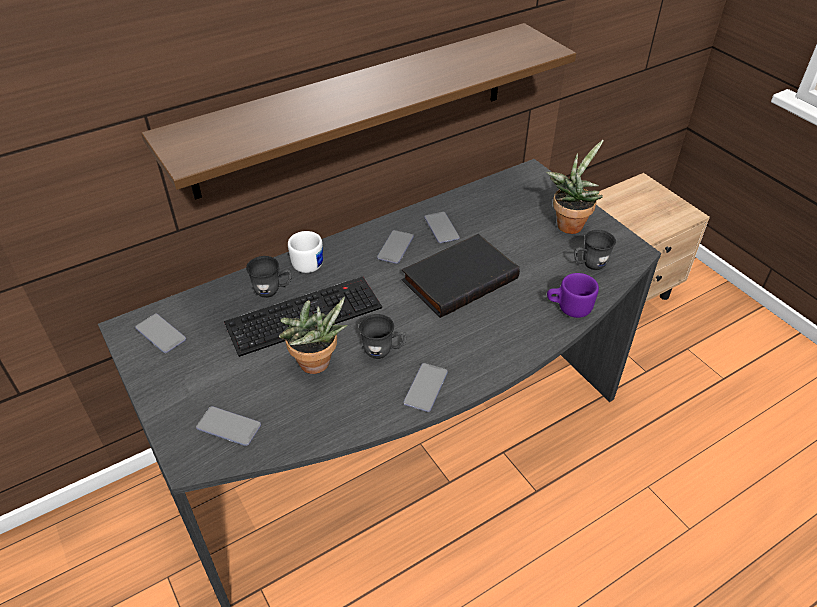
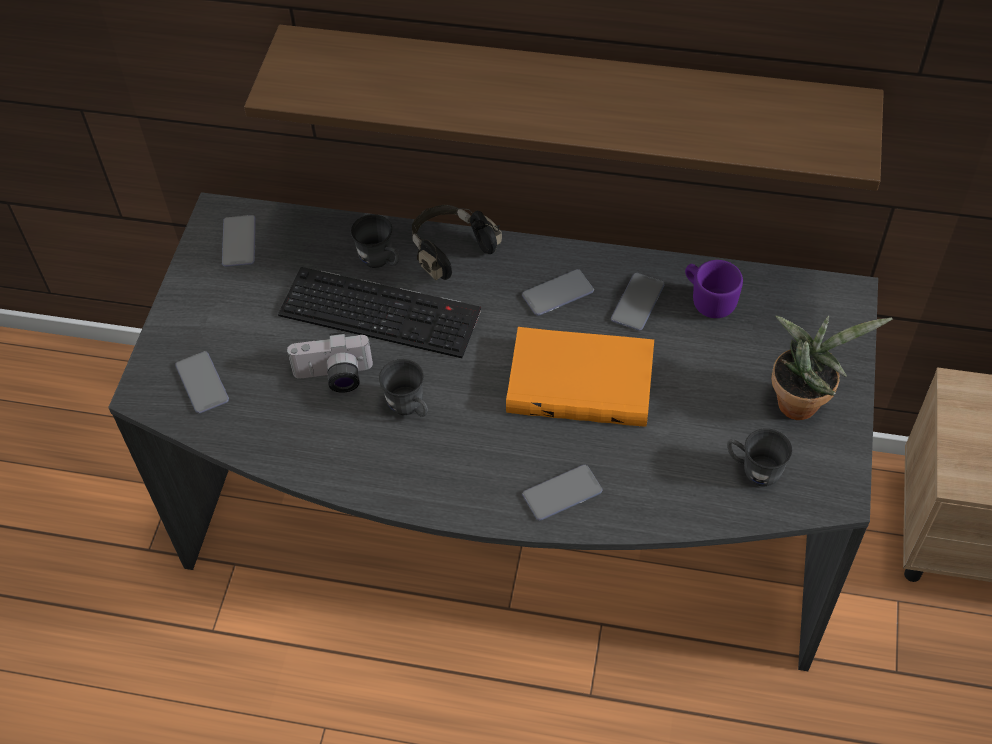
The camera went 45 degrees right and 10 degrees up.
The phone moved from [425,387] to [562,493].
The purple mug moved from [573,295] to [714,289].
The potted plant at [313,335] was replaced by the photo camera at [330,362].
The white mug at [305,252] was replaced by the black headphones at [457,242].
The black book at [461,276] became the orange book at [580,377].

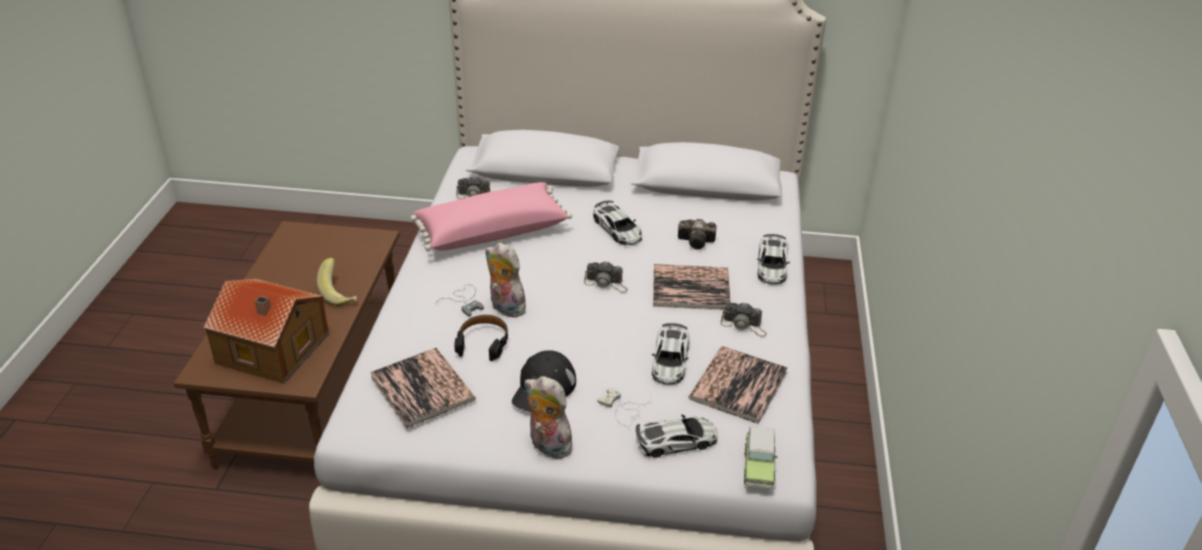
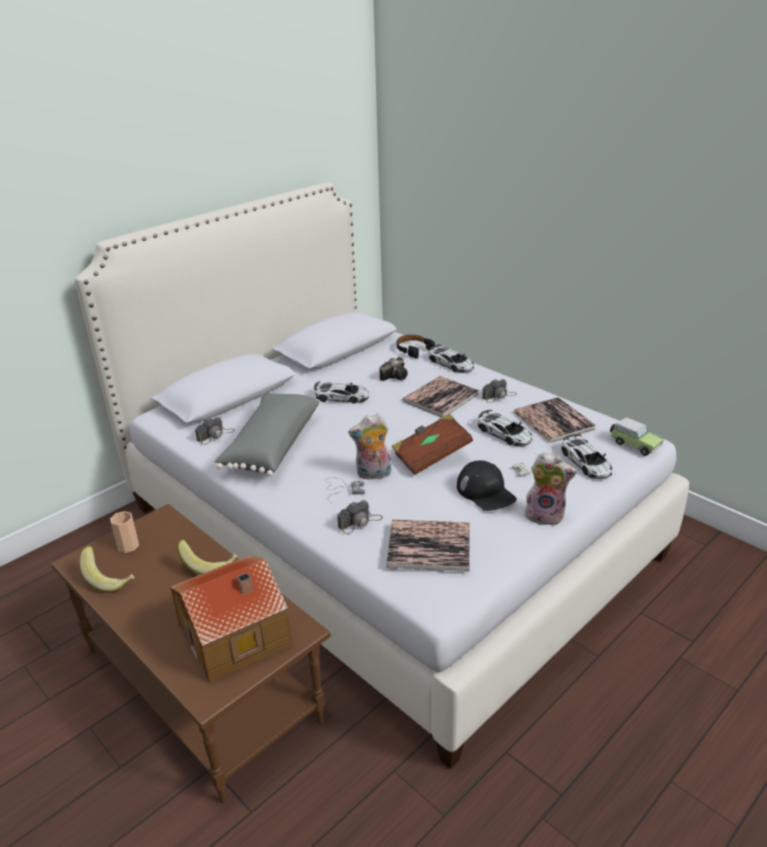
The camera went 50 degrees left and 5 degrees down.
The banana at [107,569] appeared.
The cup at [124,532] appeared.
The brown book at [432,444] appeared.
The black headphones moved from [481,338] to [416,346].
The photo camera moved from [606,277] to [360,517].
The pink pillow at [491,216] became the grey pillow at [267,434].
The plush toy at [551,417] turned 150 degrees counterclockwise.
The toy car at [677,436] turned 135 degrees clockwise.

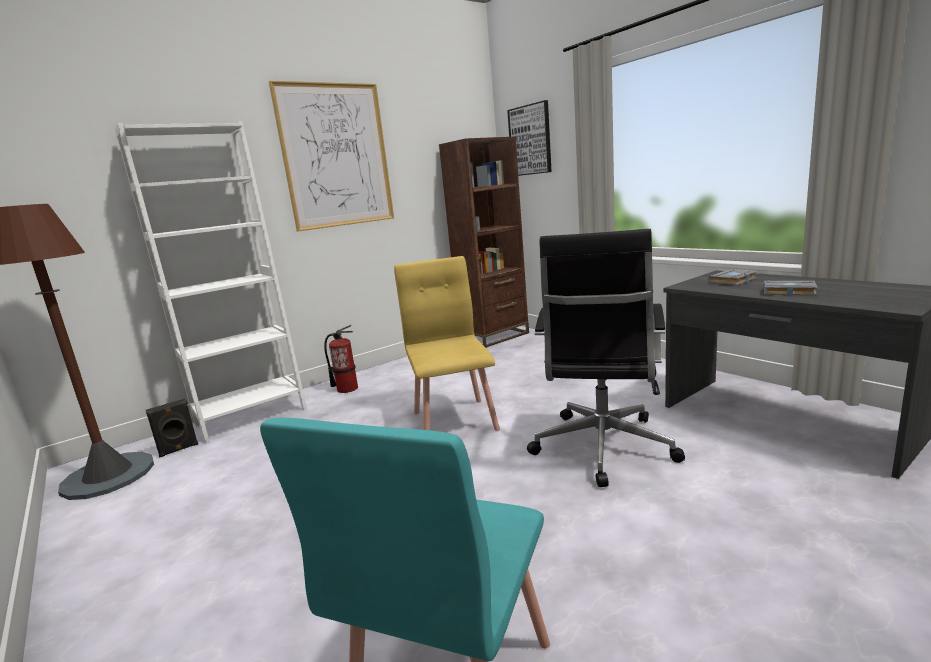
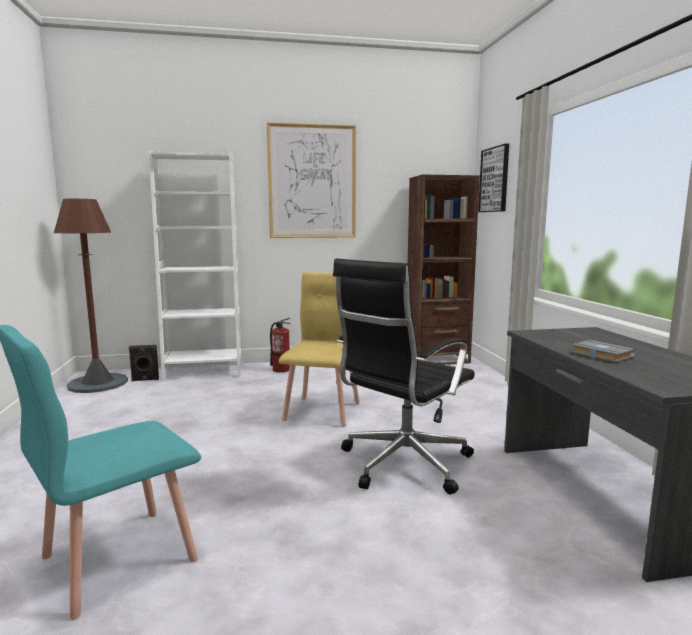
The camera went 25 degrees right and 5 degrees down.
The grey book at [732,277] disappeared.

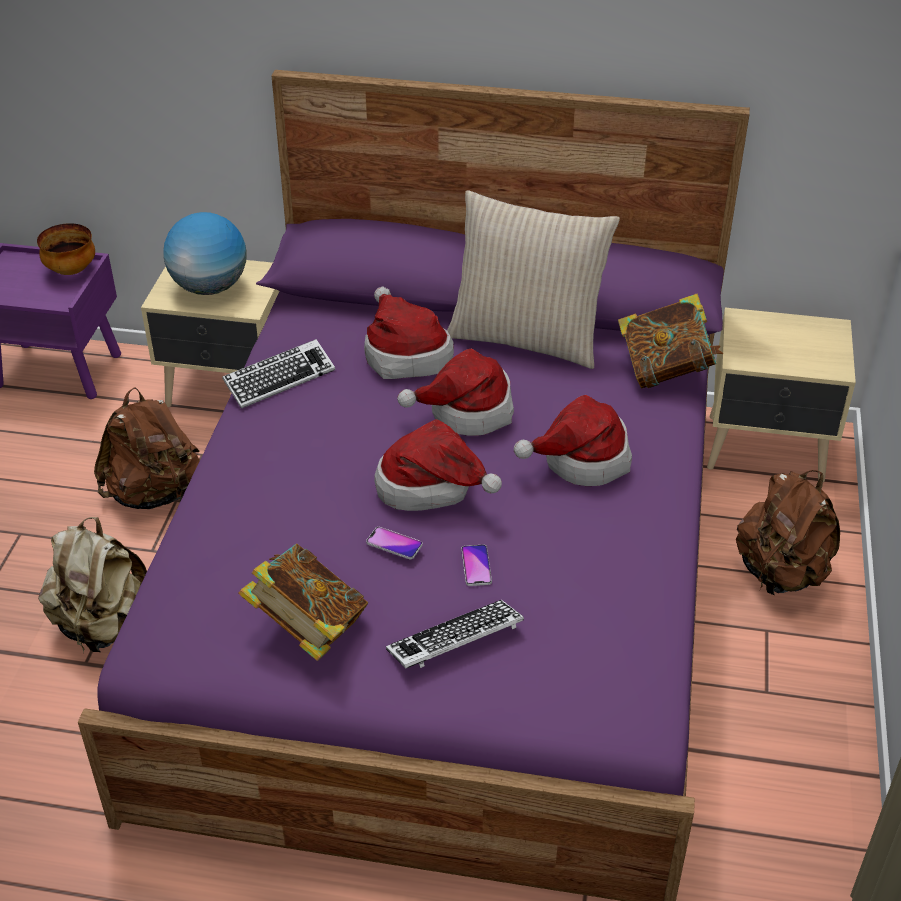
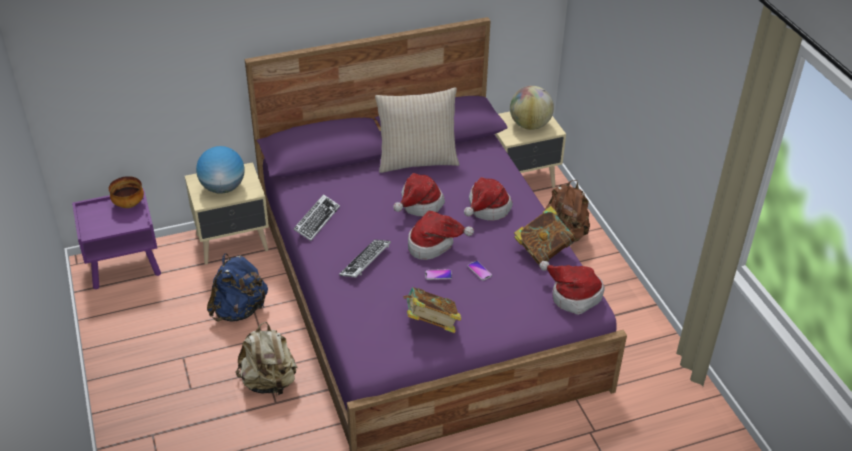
The camera went 30 degrees left and 0 degrees up.
The globe at [532,108] appeared.
The hat moved from [409,332] to [572,288].
The keyboard moved from [455,634] to [365,258].
The book moved from [670,341] to [544,235].
The brown backpack at [147,448] became the blue backpack at [237,287].

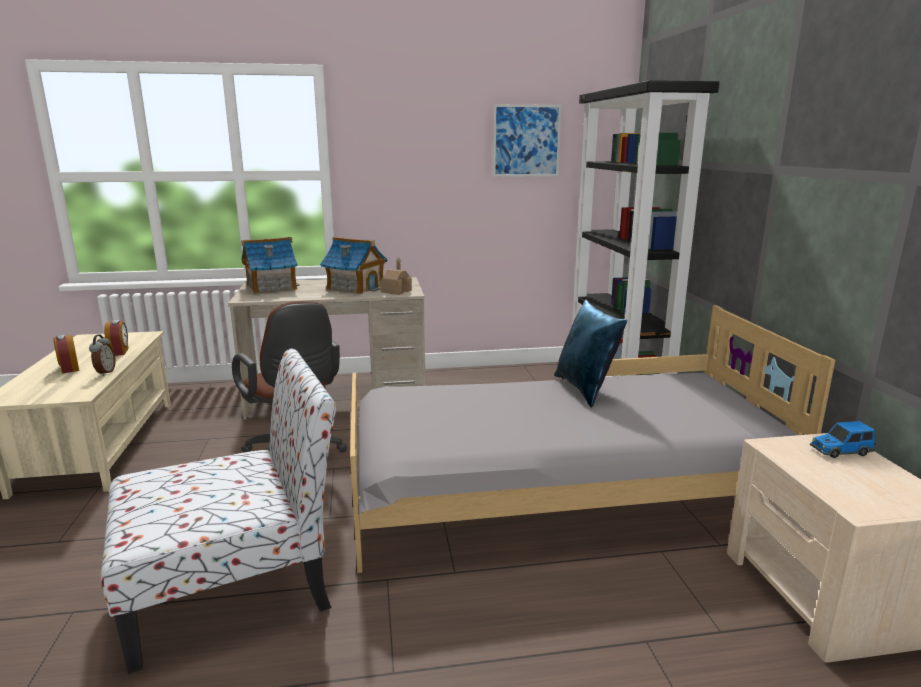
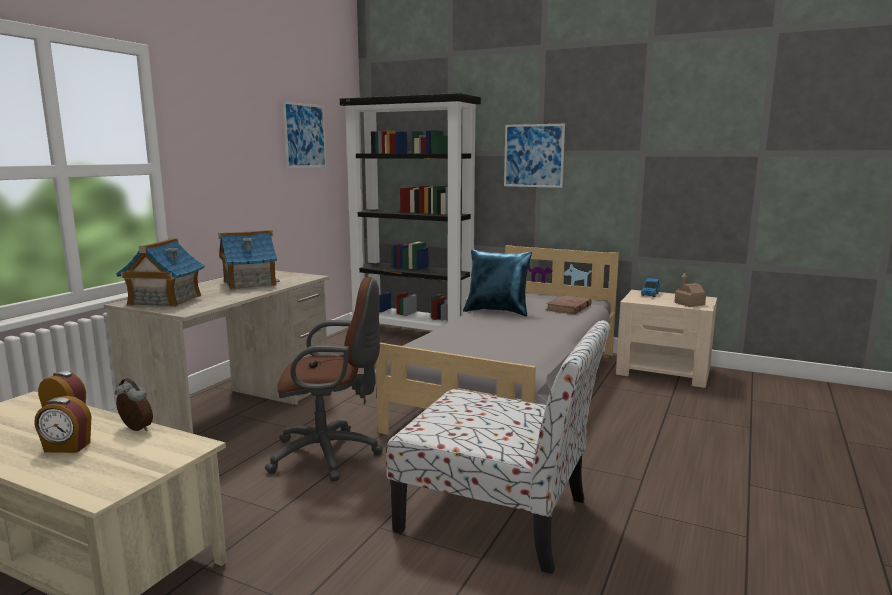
The camera went 55 degrees left and 5 degrees down.
The picture at [534,156] appeared.
The brown book at [568,304] appeared.
The toy house moved from [396,276] to [690,290].
The chair at [218,511] turned 105 degrees clockwise.

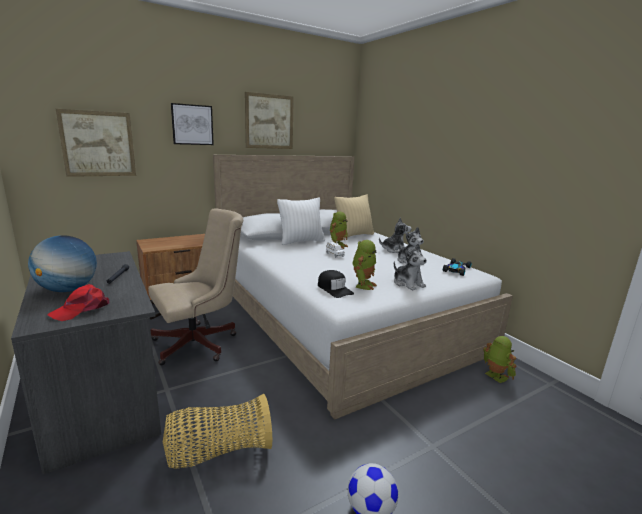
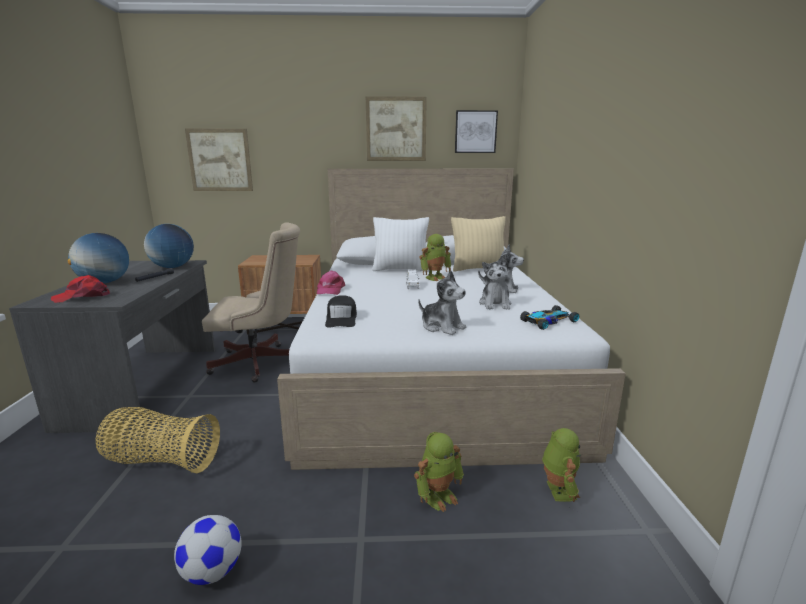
The camera went 30 degrees right and 0 degrees up.
The globe at [169,246] appeared.
The pink cap at [331,283] appeared.
The picture moved from [192,124] to [476,131].
The toy robot moved from [365,265] to [439,472].
The plush toy at [410,267] turned 45 degrees counterclockwise.

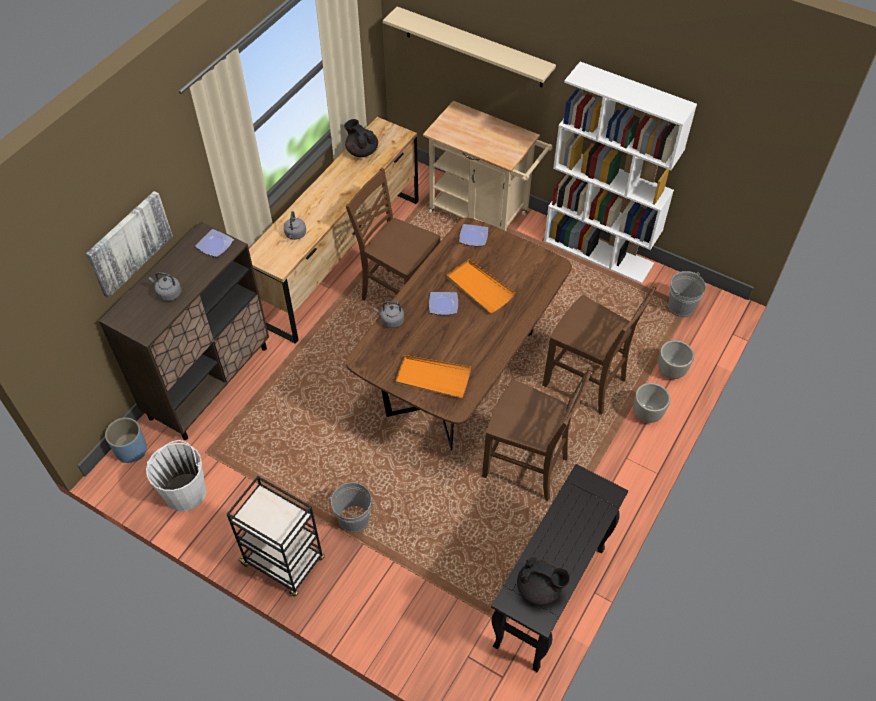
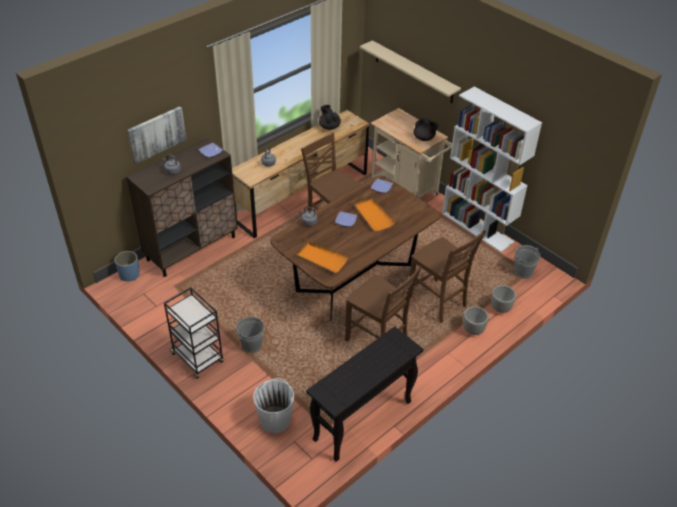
The camera went 15 degrees right and 10 degrees down.
The white bucket moved from [176,476] to [273,405].
The black teapot moved from [543,581] to [426,129].

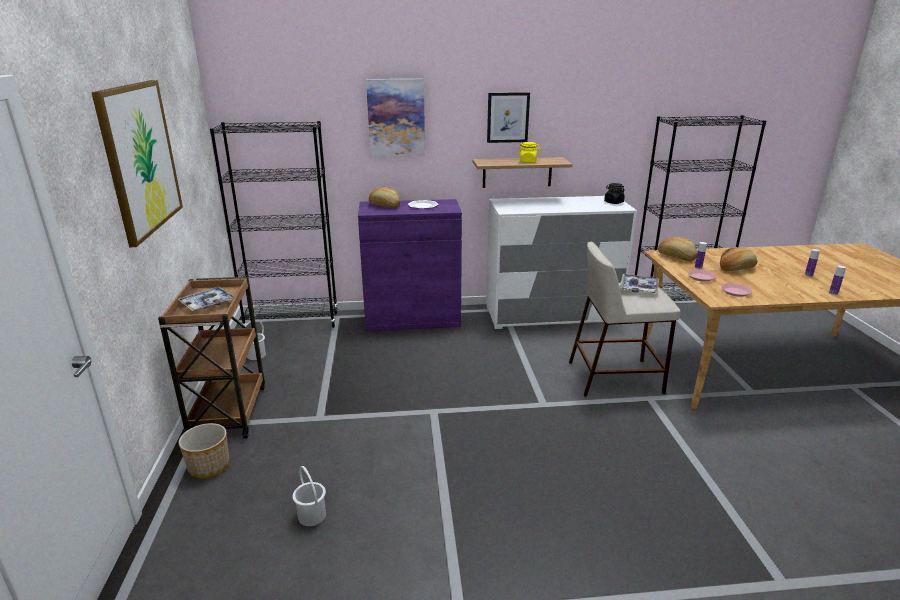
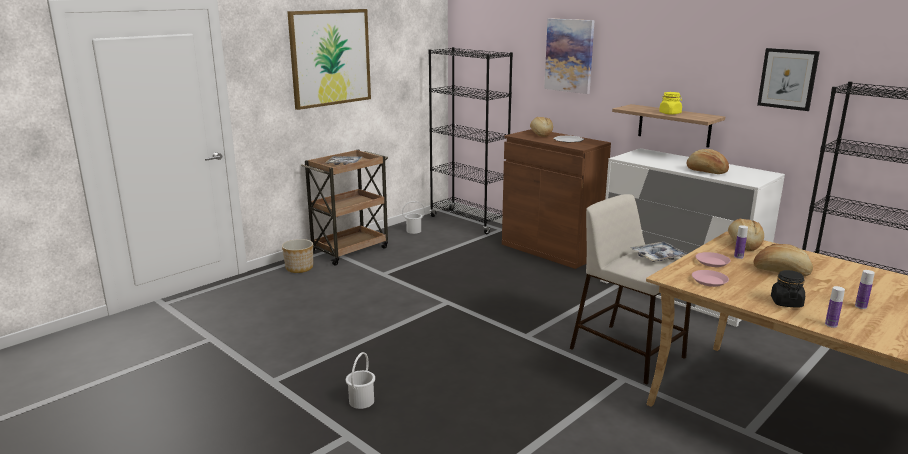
The camera went 50 degrees right and 5 degrees down.
The bread at [708,161] appeared.
The white bucket moved from [309,496] to [360,380].
The picture moved from [508,117] to [788,79].
The black jar moved from [614,193] to [788,288].
The purple cabinet at [410,265] became the brown cabinet at [556,199].

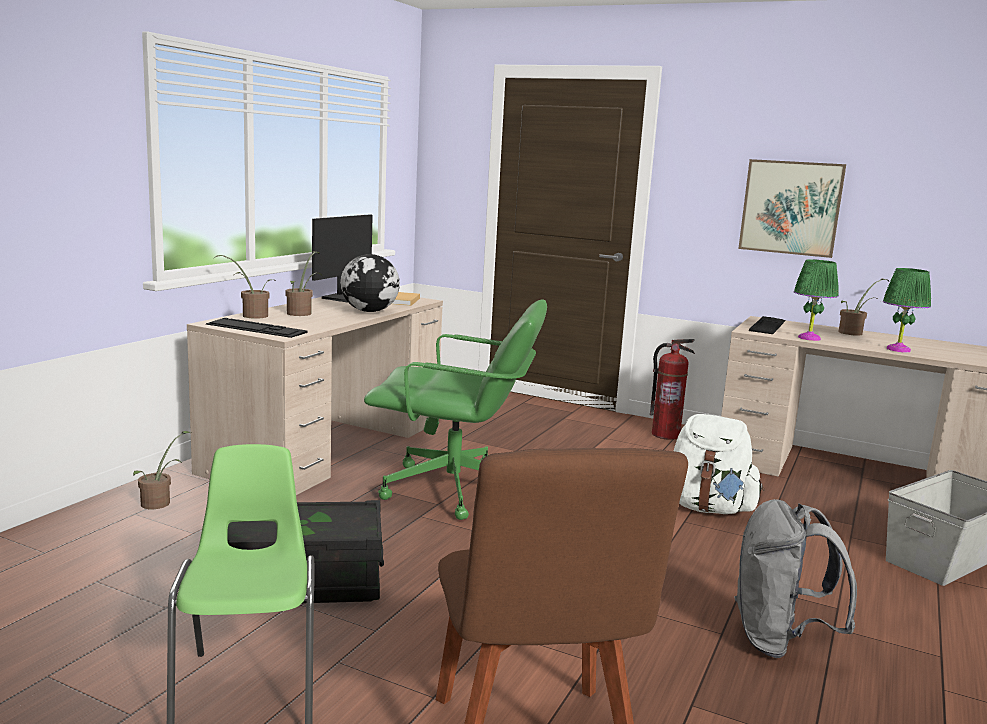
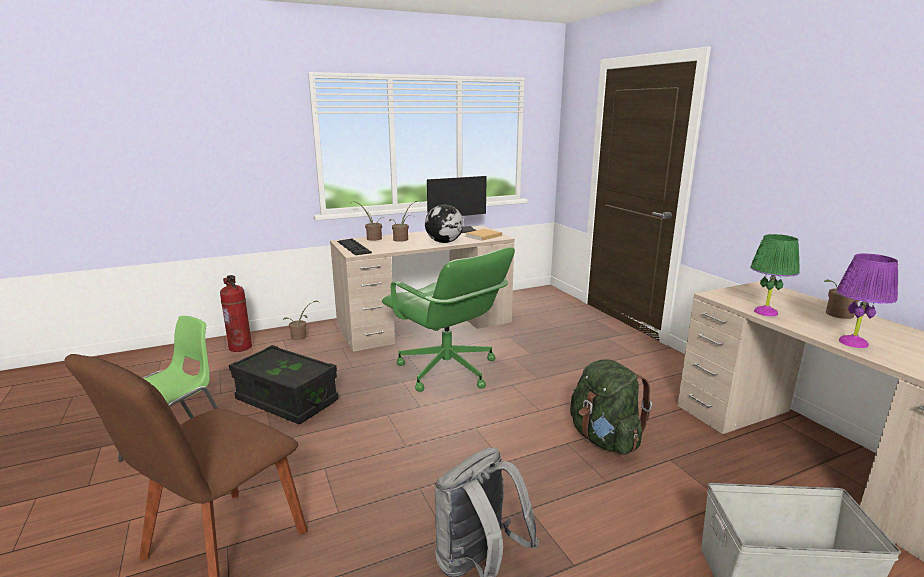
The camera went 40 degrees right and 5 degrees up.
The picture at [792,208] disappeared.
The keyboard at [767,325] disappeared.
The fire extinguisher moved from [672,389] to [236,313].
The white backpack at [719,464] became the green backpack at [611,407].
The green table lamp at [907,310] became the purple table lamp at [867,301].

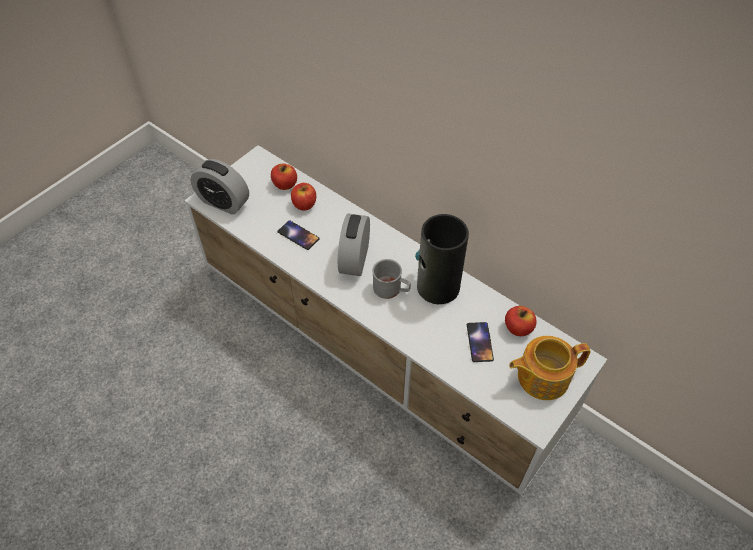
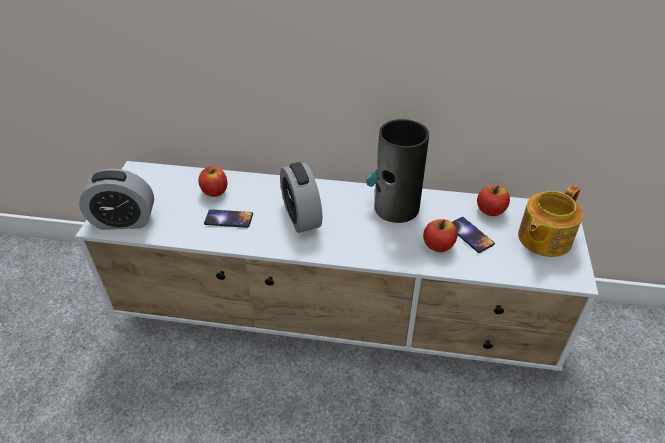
The camera went 30 degrees left and 10 degrees down.
The grey mug at [391,279] disappeared.
The apple moved from [284,177] to [440,235].

